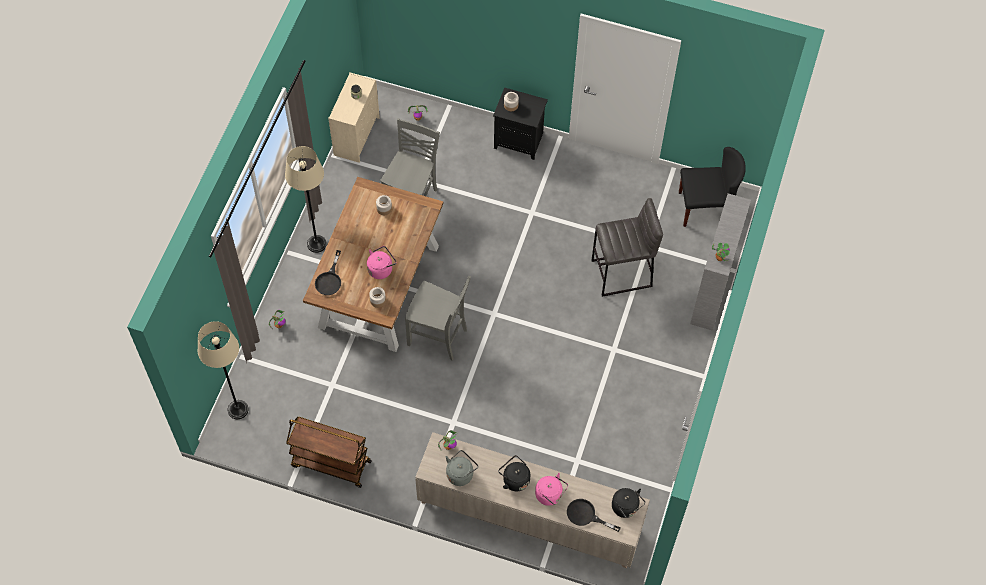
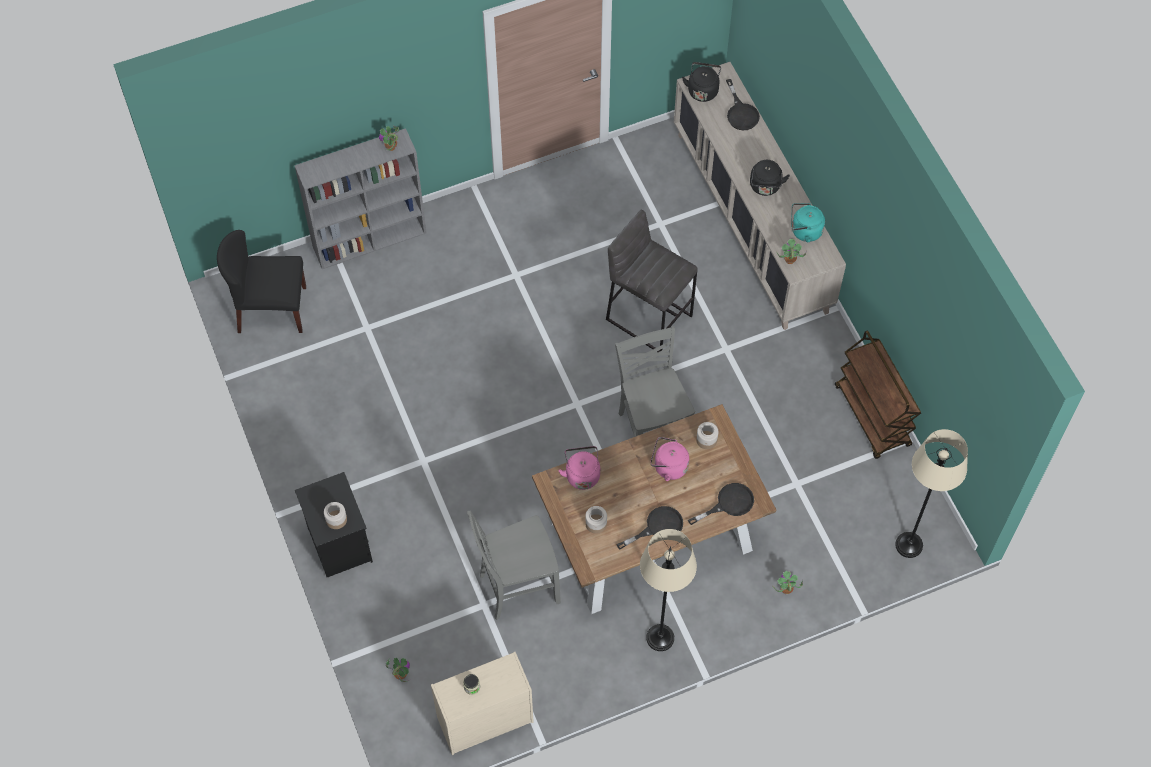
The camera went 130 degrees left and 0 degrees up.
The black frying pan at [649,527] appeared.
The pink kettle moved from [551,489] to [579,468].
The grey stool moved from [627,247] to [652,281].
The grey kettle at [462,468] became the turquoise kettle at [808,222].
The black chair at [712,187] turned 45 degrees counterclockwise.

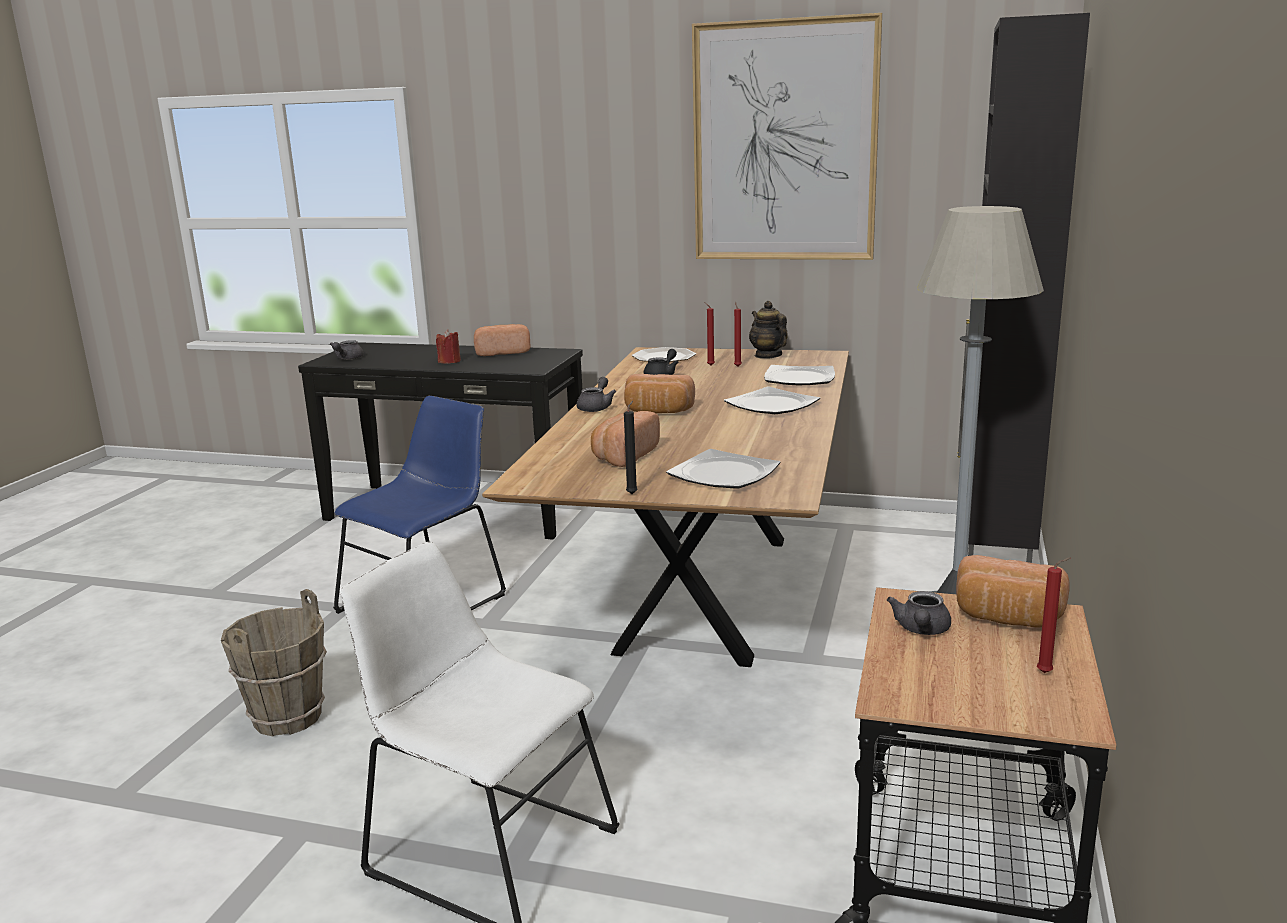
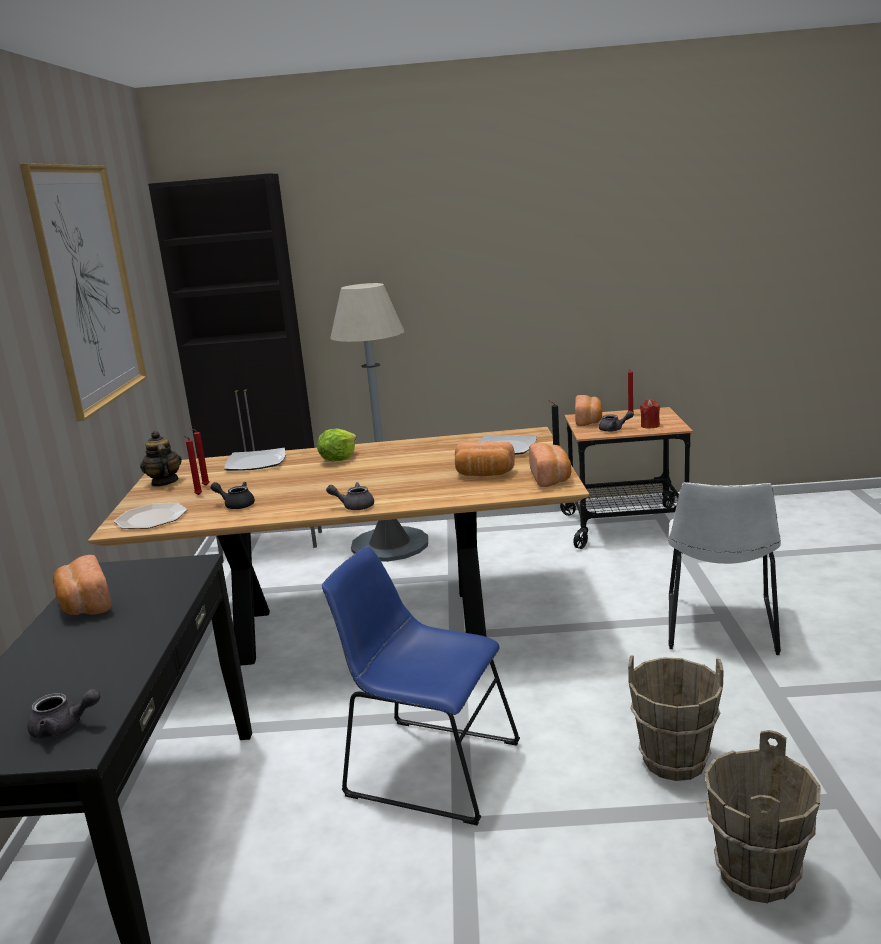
The camera went 105 degrees left and 0 degrees up.
The brown bucket at [763,816] appeared.
The red candle moved from [448,346] to [650,413].
The bread moved from [659,393] to [550,465].
The plate at [772,400] was replaced by the lettuce at [336,445].
The teapot at [768,330] turned 105 degrees clockwise.

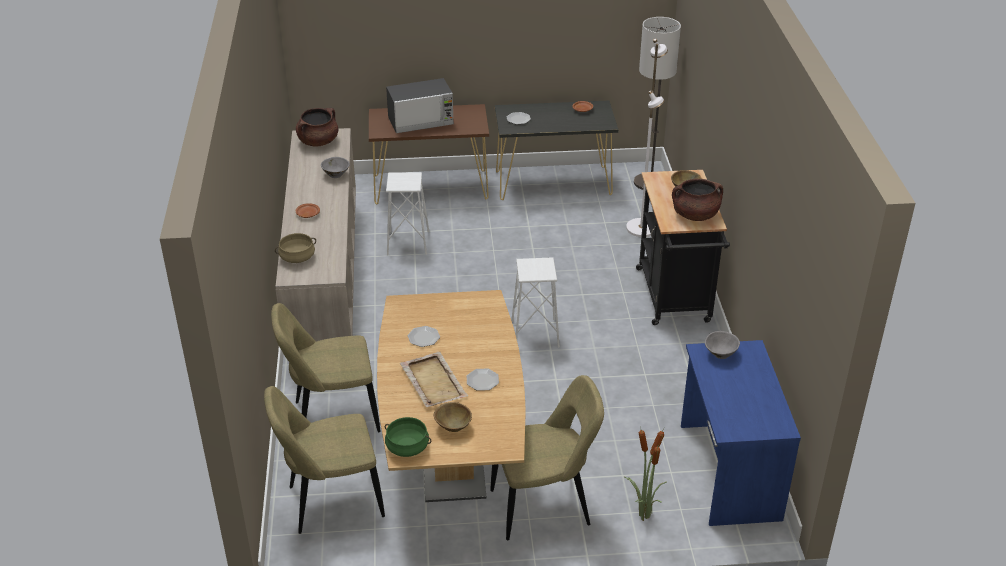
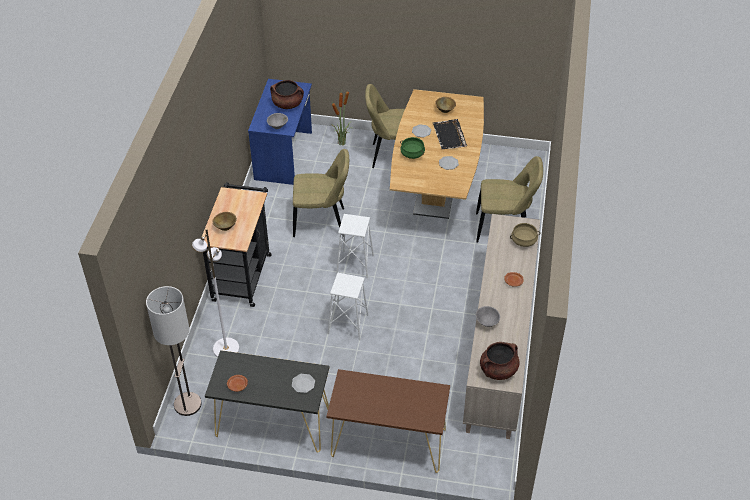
The camera went 165 degrees left and 10 degrees up.
The microwave at [420,105] disappeared.
The beige chair moved from [324,460] to [321,193].
The green cooking pot moved from [408,437] to [412,148].
The white stool moved from [407,213] to [348,307].
The brown cooking pot moved from [697,200] to [287,94].
The beige tray at [434,379] became the black tray at [450,134].

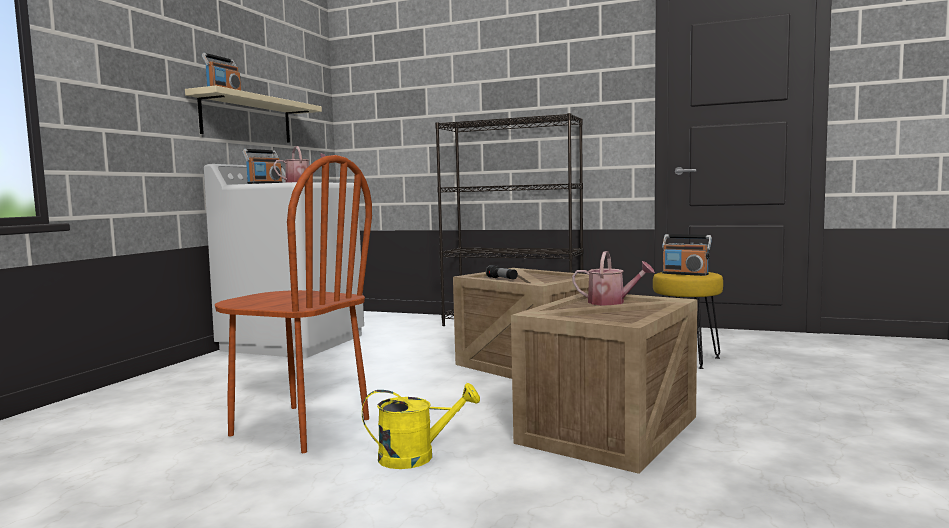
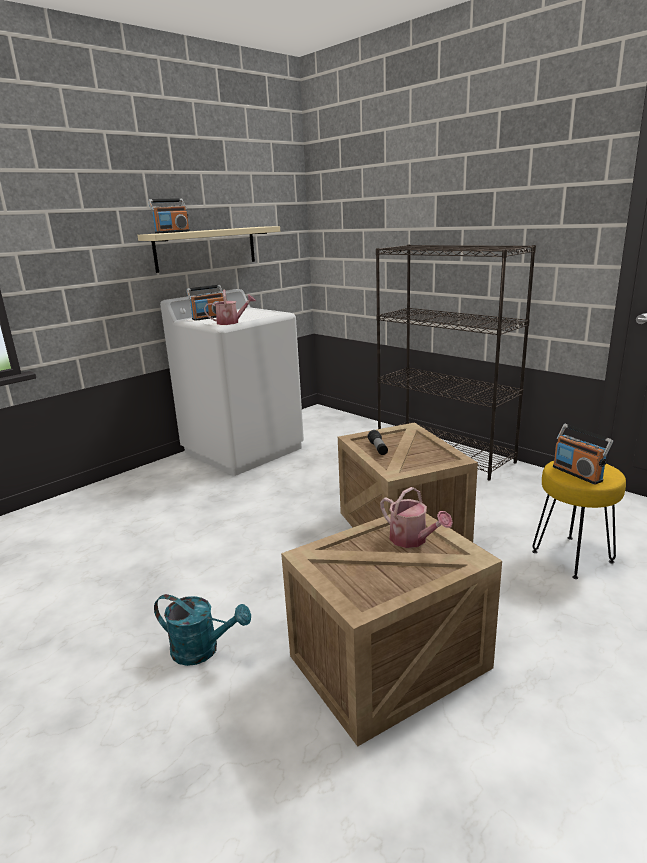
The camera went 25 degrees right and 15 degrees up.
The brown chair at [293,304] disappeared.
The yellow watering can at [421,426] became the turquoise watering can at [202,630].

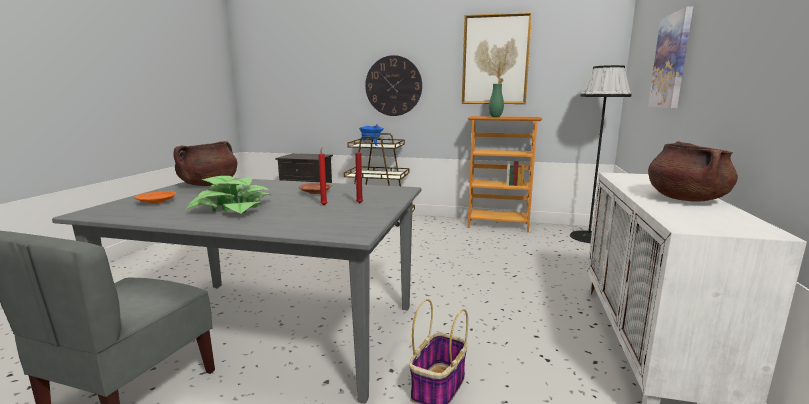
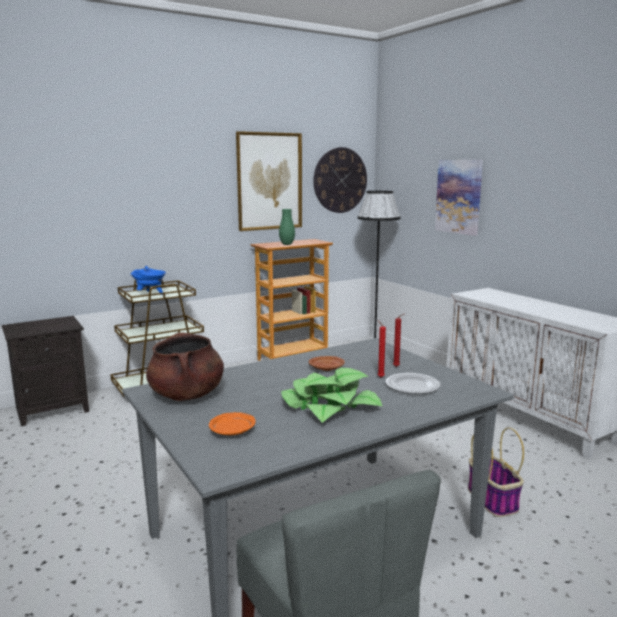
The camera went 45 degrees left and 0 degrees up.
The brown cooking pot at [693,171] disappeared.
The plate at [413,383] appeared.
The wall clock moved from [393,85] to [340,180].

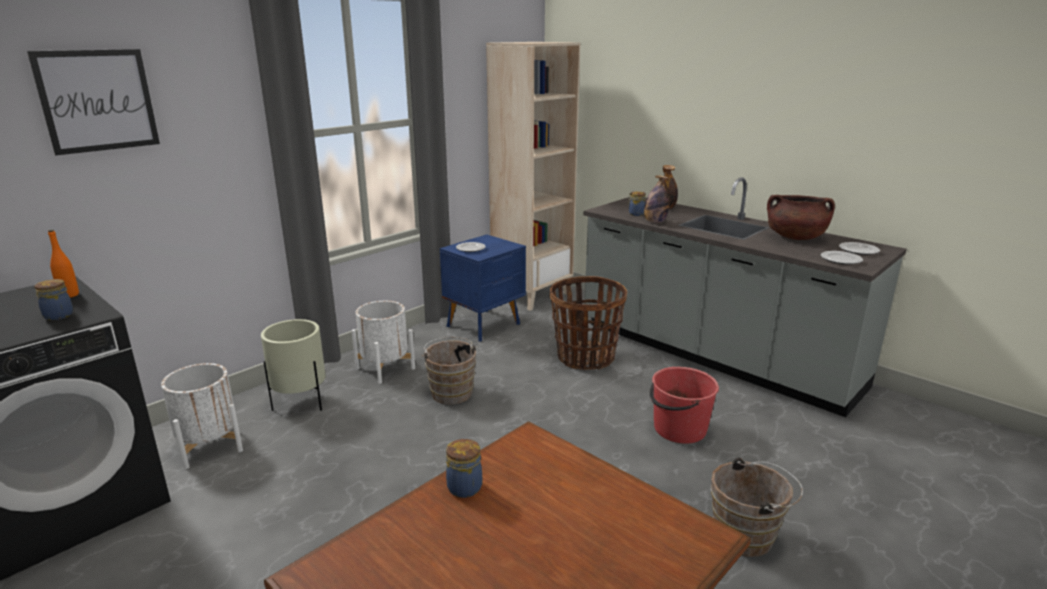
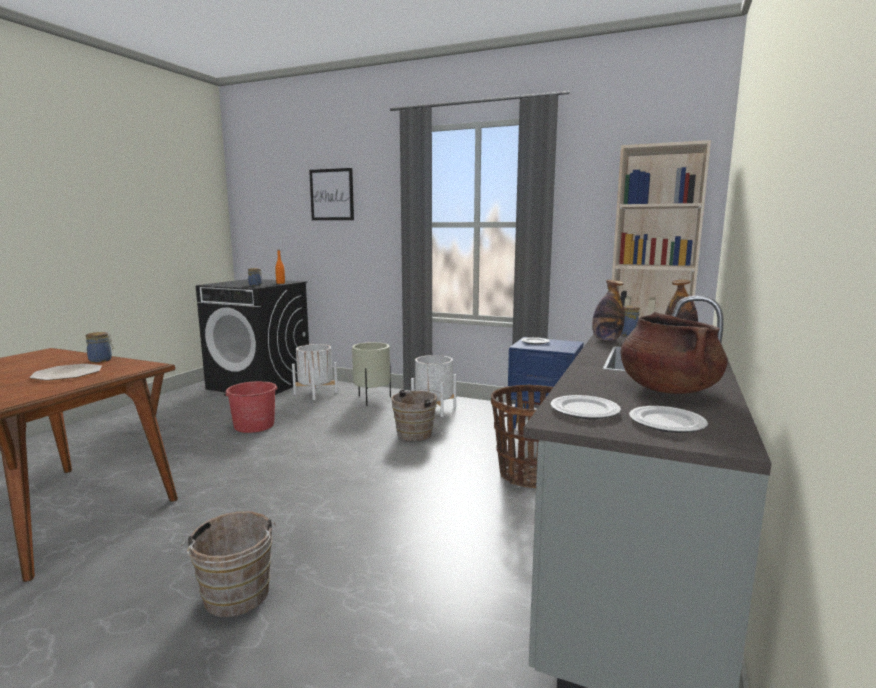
The camera went 70 degrees right and 10 degrees down.
The plate at [65,372] appeared.
The red bucket moved from [684,405] to [251,407].

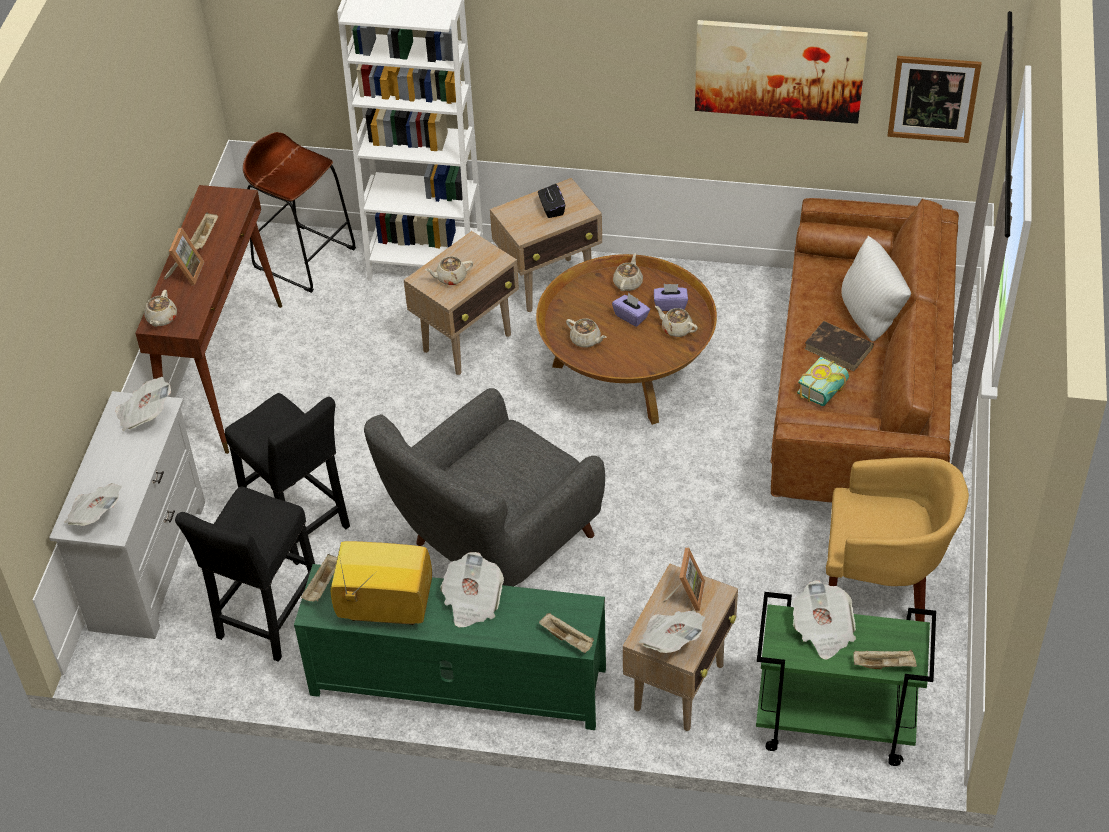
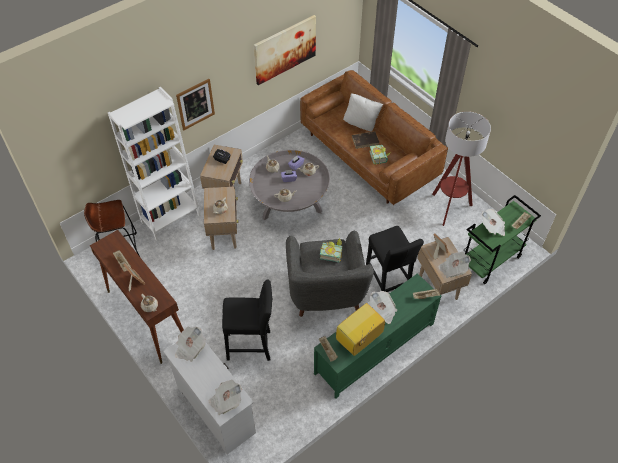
The camera went 50 degrees left and 5 degrees up.
The book at [331,250] appeared.
The black stool moved from [245,574] to [395,259].
The picture moved from [934,99] to [195,104].
The yellow armchair at [897,539] was replaced by the floor lamp at [461,168].
The brown coffee table at [626,339] became the grey coffee table at [289,185].

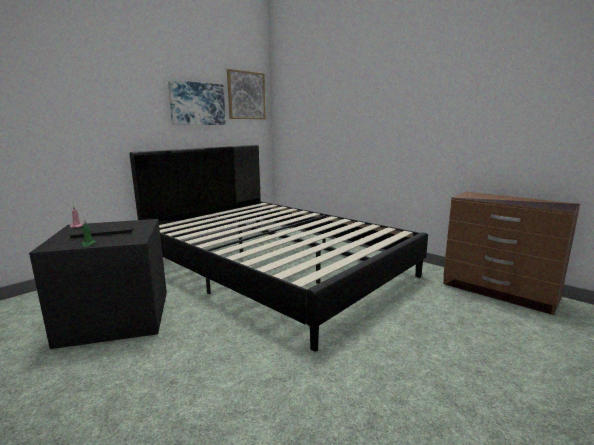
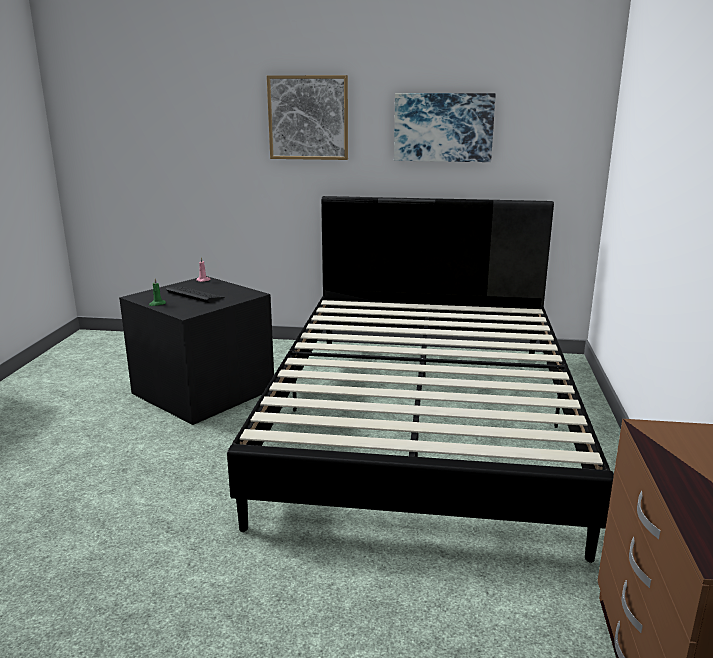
The camera went 55 degrees right and 5 degrees up.
The picture moved from [246,94] to [307,117].

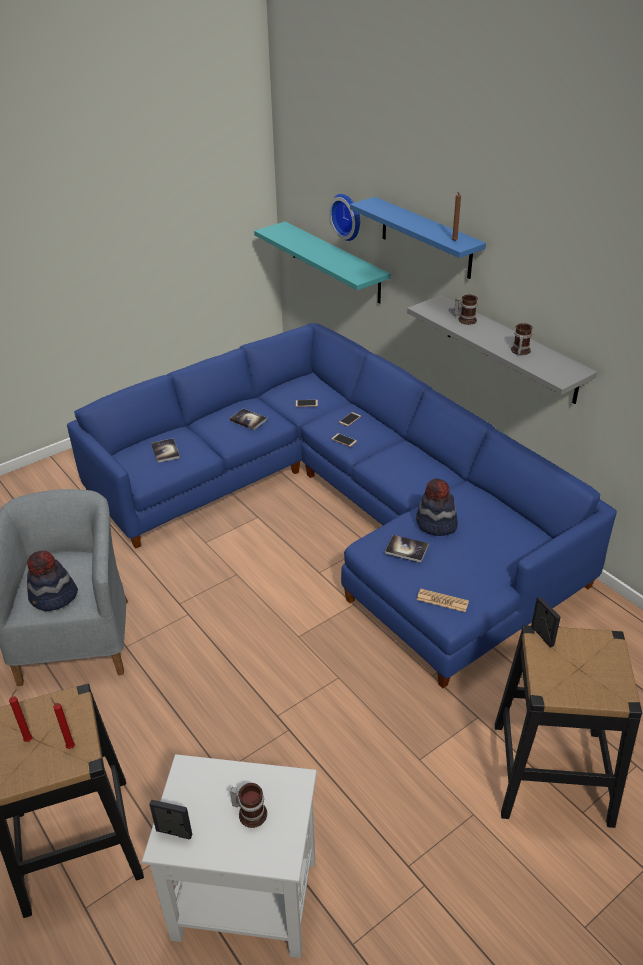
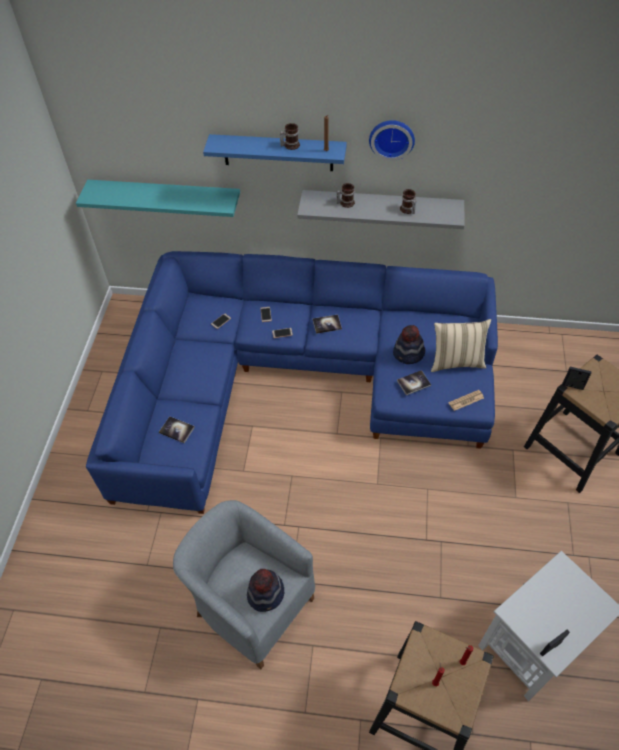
The camera went 45 degrees left and 15 degrees up.
The beige pillow at [461,345] appeared.
The book moved from [248,419] to [327,324].
The mug moved from [248,805] to [290,136].
The wall clock moved from [344,217] to [392,140].

